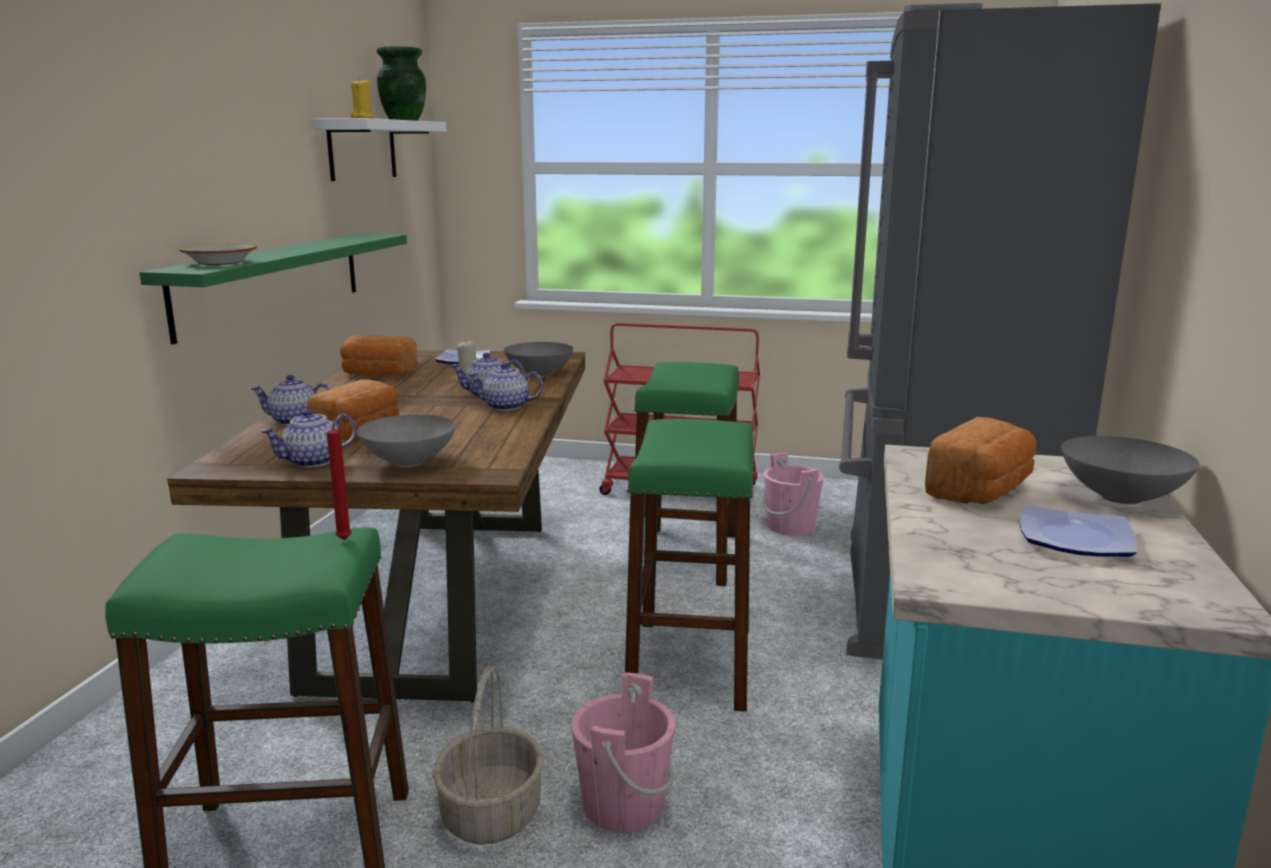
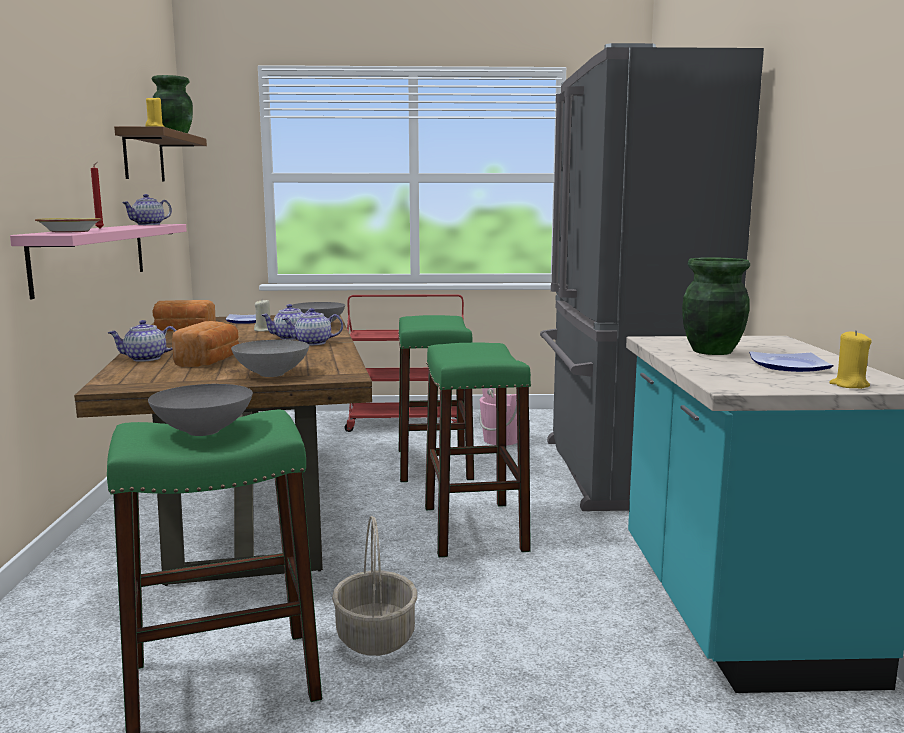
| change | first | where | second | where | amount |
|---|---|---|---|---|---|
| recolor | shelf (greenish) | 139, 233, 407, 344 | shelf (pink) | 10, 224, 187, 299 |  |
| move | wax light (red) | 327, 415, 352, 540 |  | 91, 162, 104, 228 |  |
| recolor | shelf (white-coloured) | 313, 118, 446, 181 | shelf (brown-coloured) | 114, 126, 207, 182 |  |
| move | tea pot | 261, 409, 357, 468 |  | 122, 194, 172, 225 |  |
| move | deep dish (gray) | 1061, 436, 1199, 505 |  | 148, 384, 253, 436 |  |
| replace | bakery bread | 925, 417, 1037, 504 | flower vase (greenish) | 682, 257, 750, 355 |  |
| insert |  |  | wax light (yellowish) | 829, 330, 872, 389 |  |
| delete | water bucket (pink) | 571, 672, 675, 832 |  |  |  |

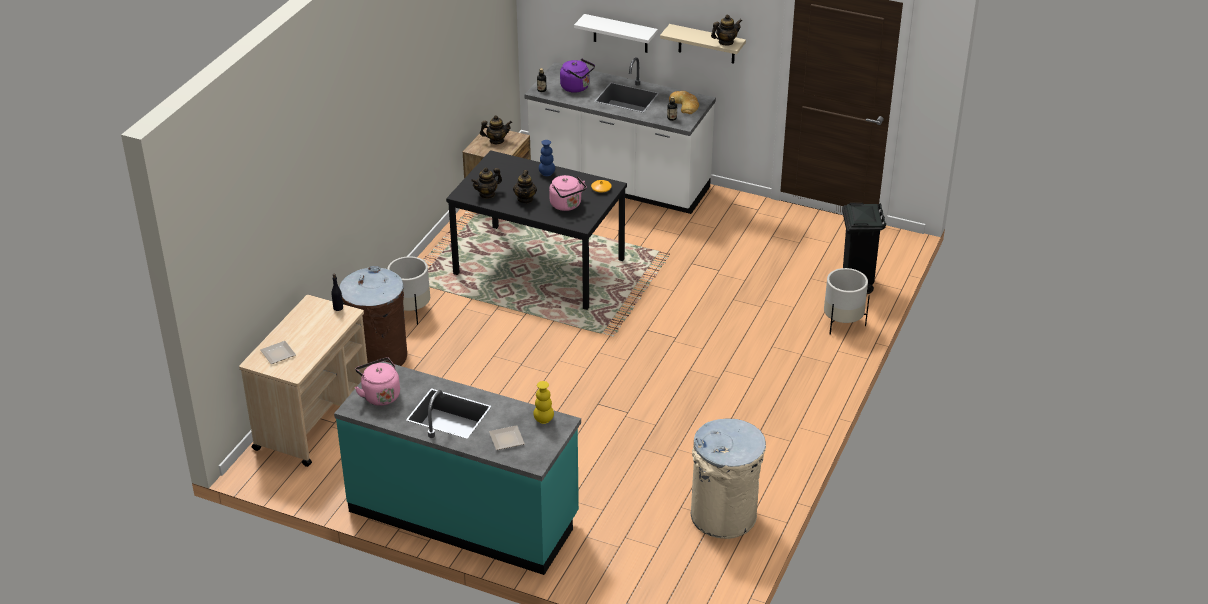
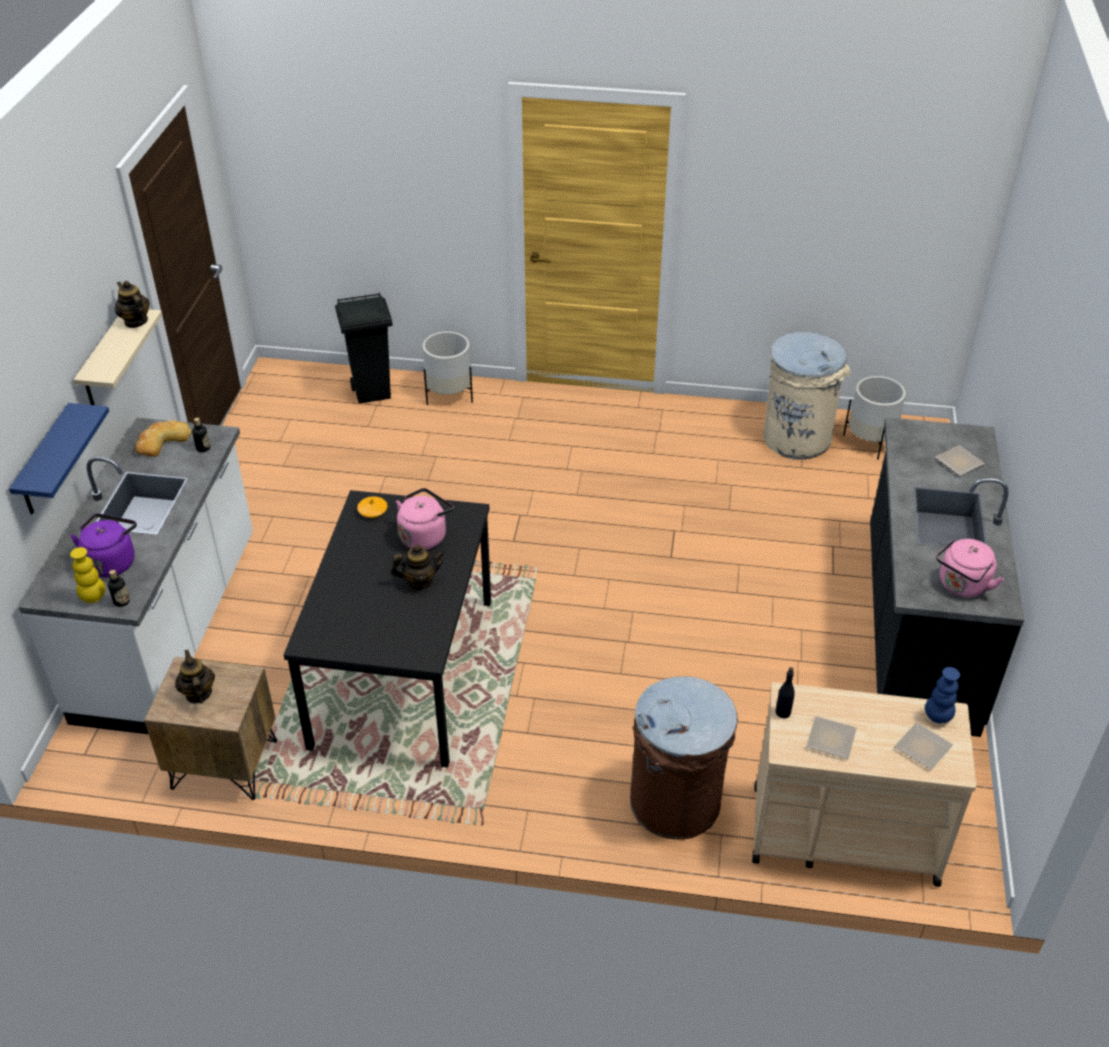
| change | first | where | second | where | amount |
|---|---|---|---|---|---|
| recolor | shelf (white-coloured) | 574, 14, 658, 53 | shelf (blue-coloured) | 9, 403, 109, 514 |  |
| move | flower vase (yellowish) | 533, 381, 554, 424 |  | 70, 547, 105, 603 |  |
| insert |  |  | flat dish | 806, 716, 857, 759 |  |
| move | flower pot (white-coloured) | 387, 256, 430, 325 |  | 843, 376, 906, 460 |  |
| recolor | counter (blue-green) | 334, 361, 581, 575 | counter (black) | 870, 417, 1024, 737 |  |
| move | flower vase (blue-coloured) | 539, 140, 555, 176 |  | 925, 667, 960, 724 |  |
| delete | tea pot | 471, 167, 502, 199 |  |  |  |

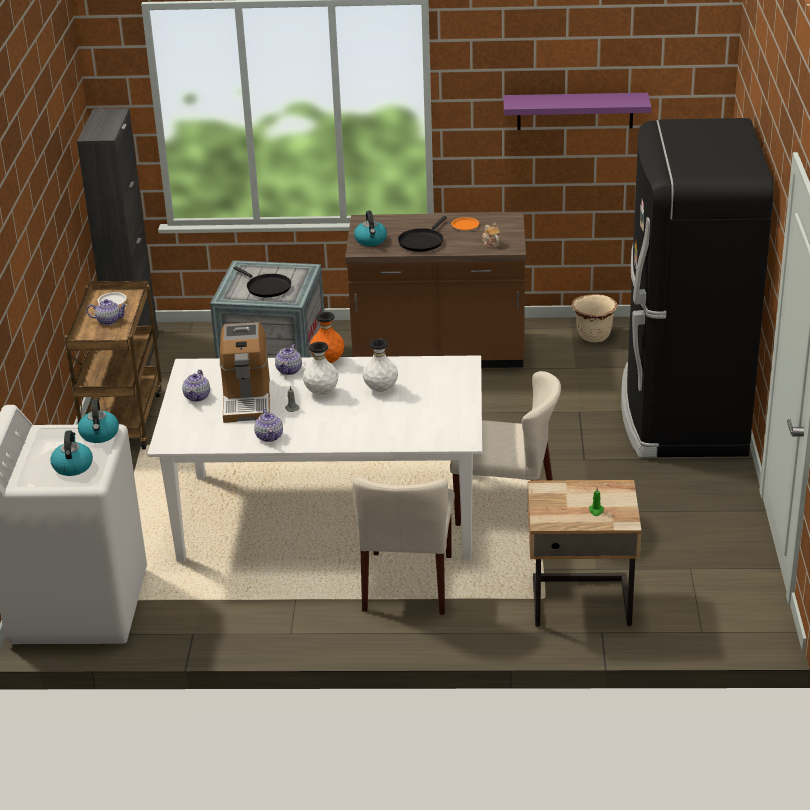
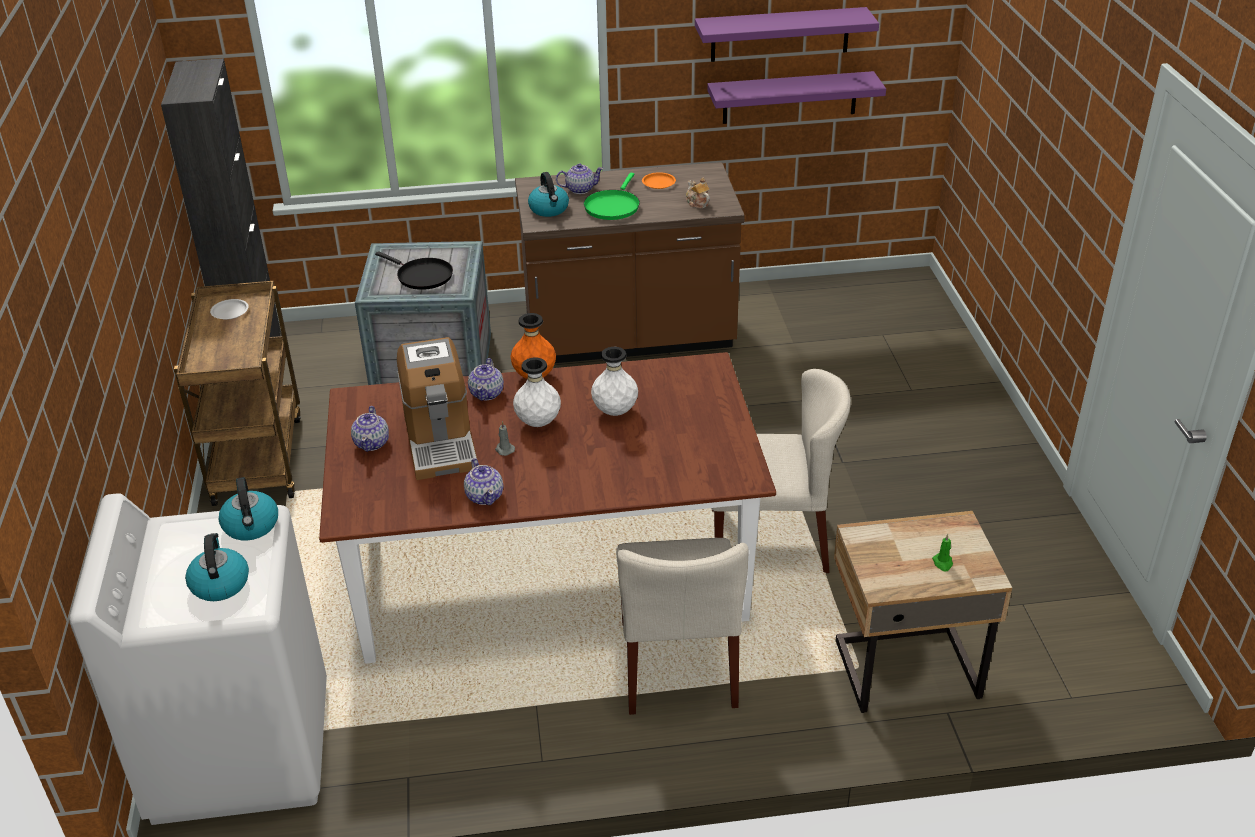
| change | first | where | second | where | amount |
|---|---|---|---|---|---|
| recolor | dining table (white-coloured) | 147, 355, 482, 562 | dining table (brown-coloured) | 319, 352, 776, 664 |  |
| move | tea pot | 86, 299, 128, 325 |  | 556, 163, 604, 194 |  |
| recolor | frying pan (black) | 398, 216, 447, 252 | frying pan (greenish) | 584, 173, 640, 220 |  |
| insert |  |  | shelf (purple-coloured) | 707, 71, 886, 124 |  |
| delete | flower pot (beige) | 572, 294, 617, 343 |  |  |  |
| delete | refrigerator (black) | 621, 118, 774, 457 |  |  |  |

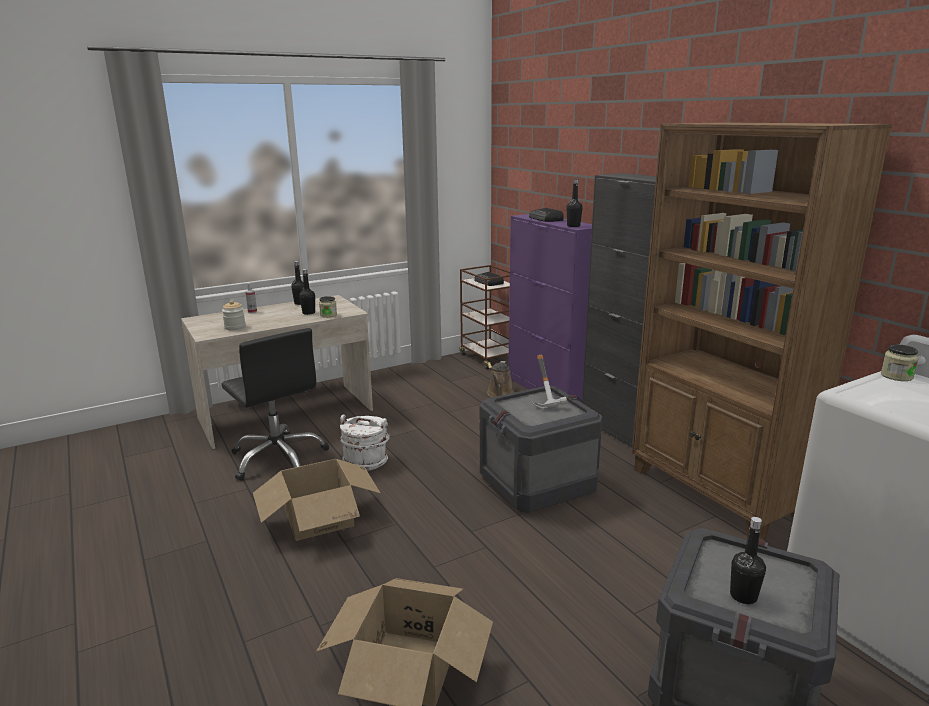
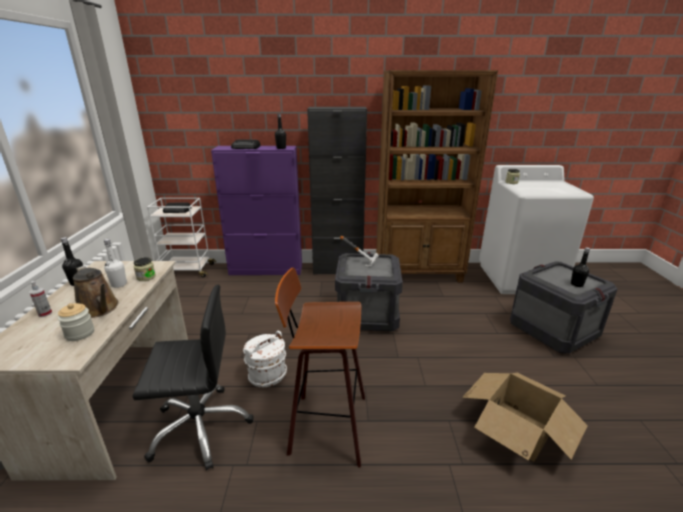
| change | first | where | second | where | amount |
|---|---|---|---|---|---|
| move | sprinkling can (brown-coloured) | 487, 361, 514, 397 |  | 73, 266, 119, 318 |  |
| recolor | drink bottle (black) | 299, 269, 315, 315 | drink bottle (white-coloured) | 104, 239, 127, 288 |  |
| recolor | wheeled cart (brown-coloured) | 460, 265, 510, 370 | wheeled cart (white-coloured) | 147, 198, 216, 278 |  |
| replace | carton | 253, 459, 381, 541 | stool seat | 275, 268, 365, 468 |  |

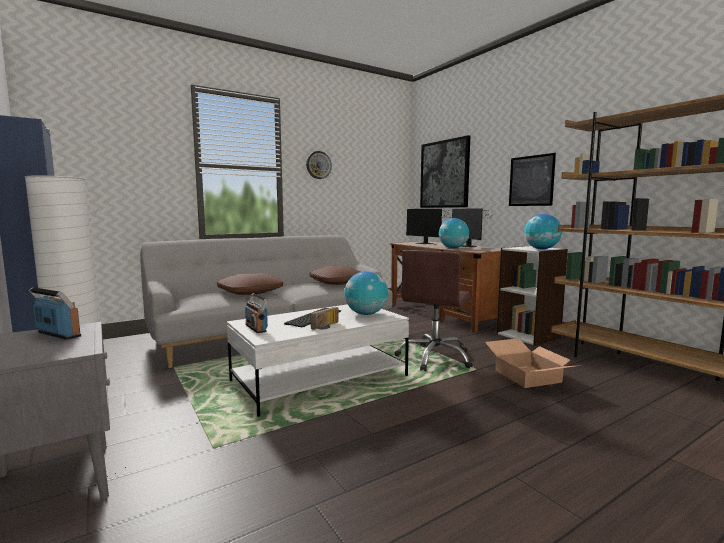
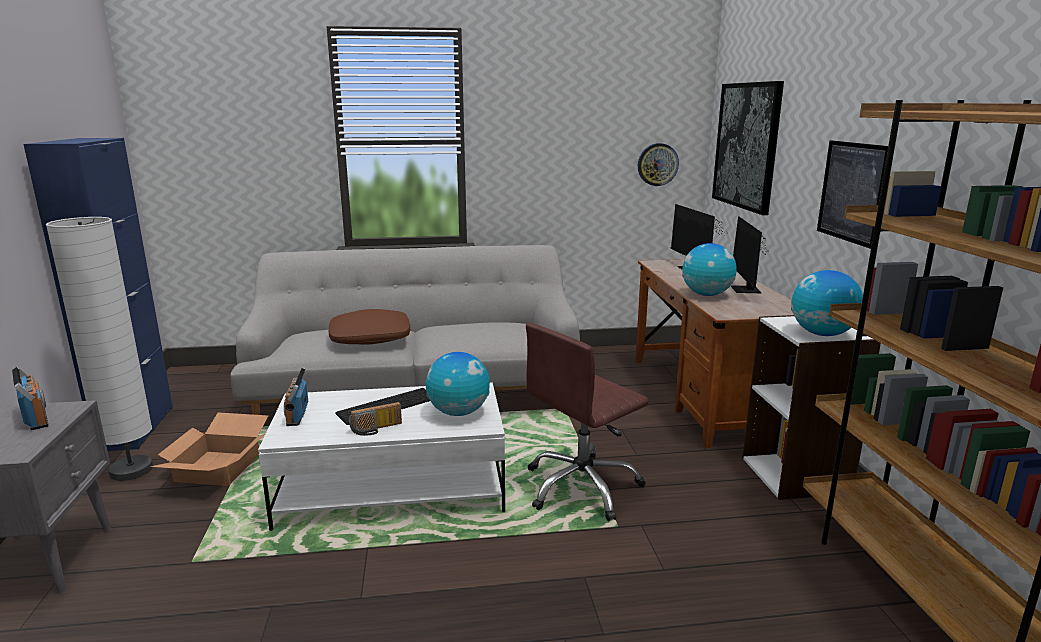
| change | first | where | second | where | amount |
|---|---|---|---|---|---|
| move | carton | 485, 338, 581, 388 |  | 150, 412, 268, 486 |  |
| move | hanging clock | 306, 151, 332, 179 |  | 638, 143, 679, 186 |  |
| delete | cushion (brown-coloured) | 309, 266, 361, 285 |  |  |  |

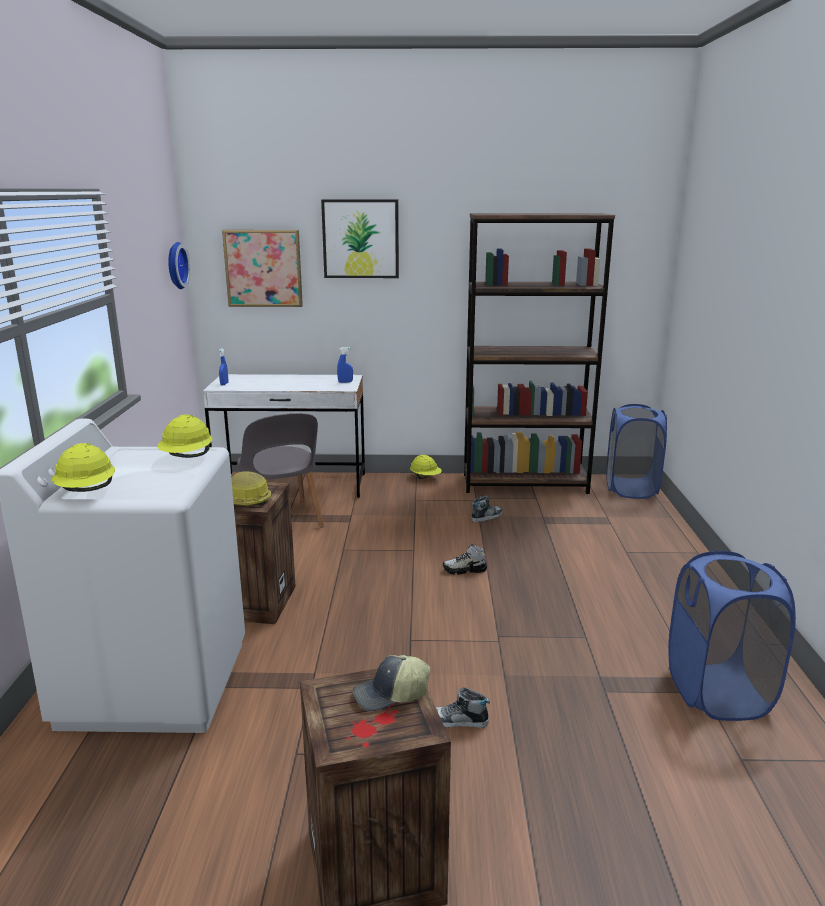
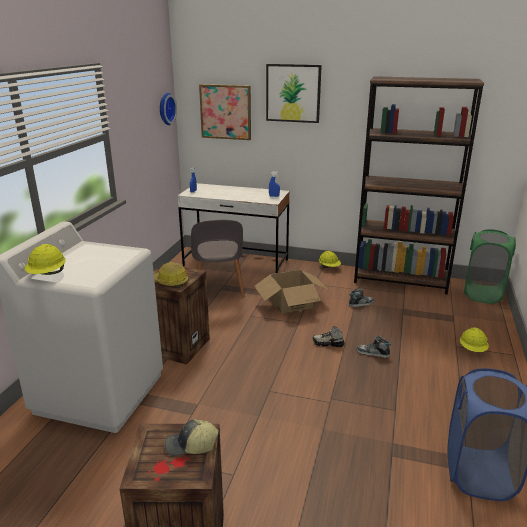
| change | first | where | second | where | amount |
|---|---|---|---|---|---|
| insert |  |  | carton | 254, 270, 329, 313 |  |
| move | shoe | 436, 687, 490, 728 |  | 357, 336, 391, 358 |  |
| move | hard hat (yellowish) | 158, 415, 213, 458 |  | 460, 328, 489, 352 |  |
| recolor | washing basket (blue-coloured) | 606, 404, 667, 499 | washing basket (greenish) | 464, 229, 516, 304 |  |

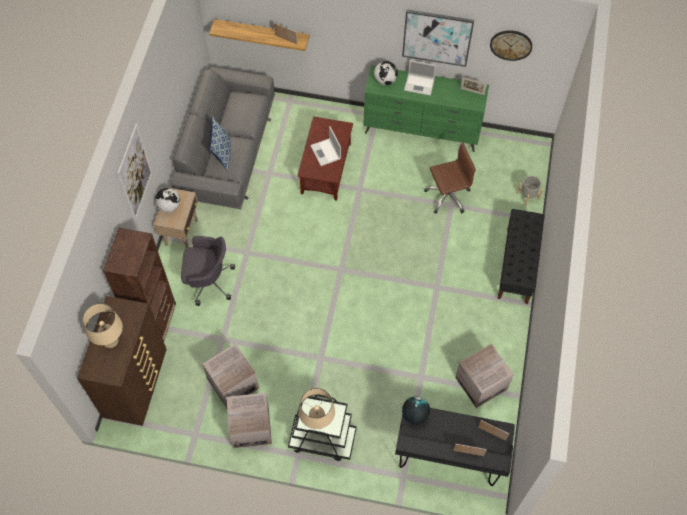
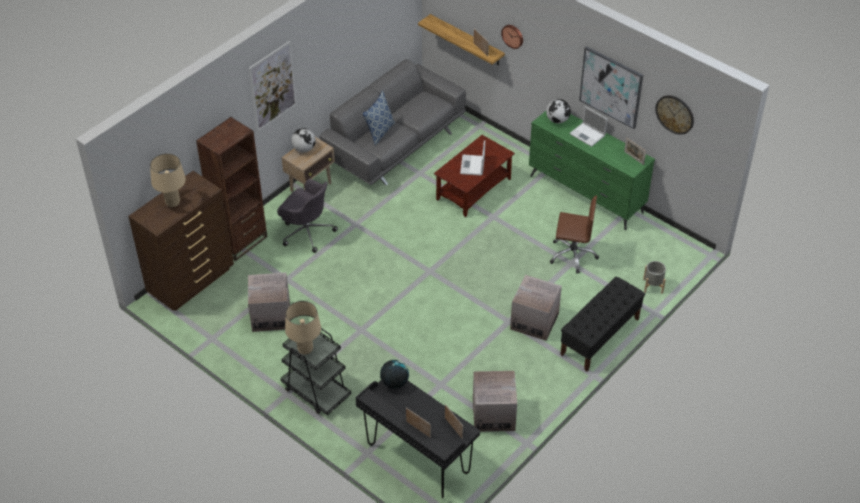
| change | first | where | second | where | amount |
|---|---|---|---|---|---|
| insert |  |  | hanging clock | 501, 25, 523, 49 |  |
| move | carton | 227, 393, 272, 448 |  | 510, 275, 562, 341 |  |

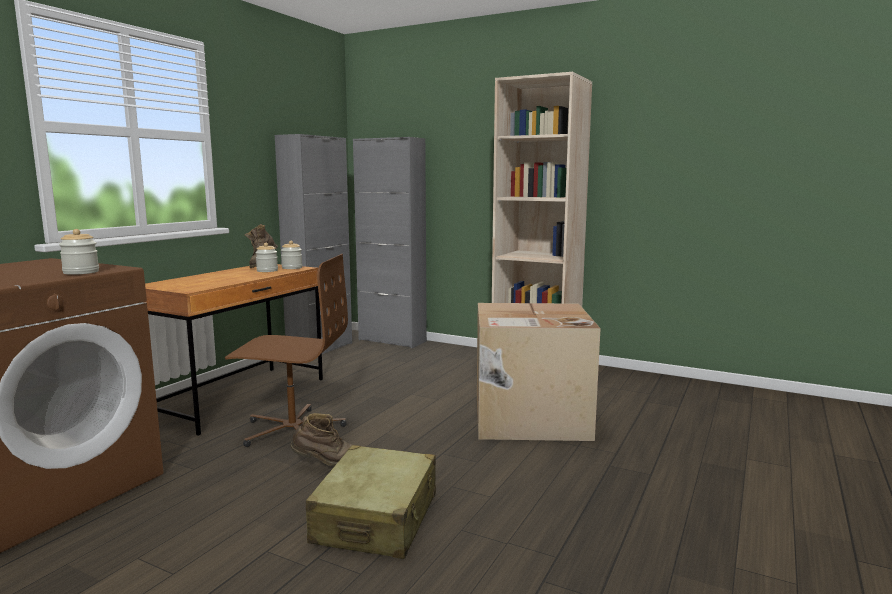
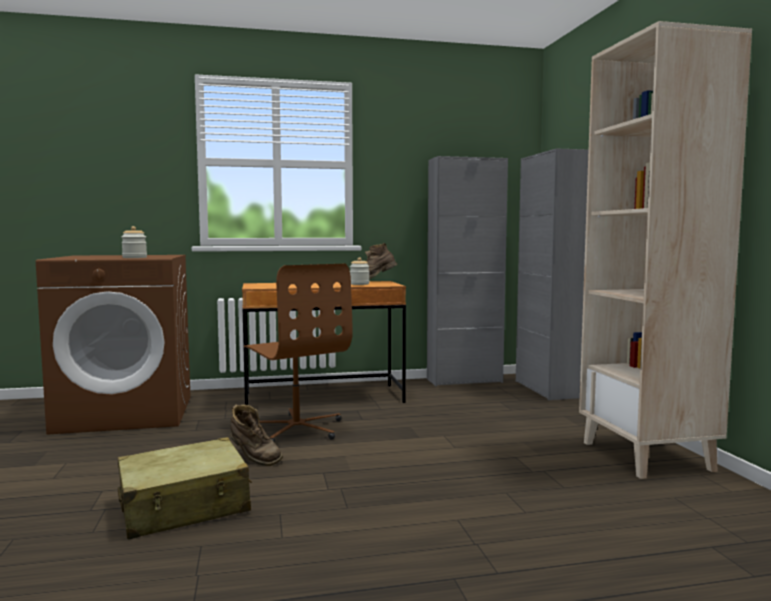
| change | first | where | second | where | amount |
|---|---|---|---|---|---|
| delete | storage jar | 281, 241, 302, 269 |  |  |  |
| delete | carton | 477, 303, 601, 441 |  |  |  |

